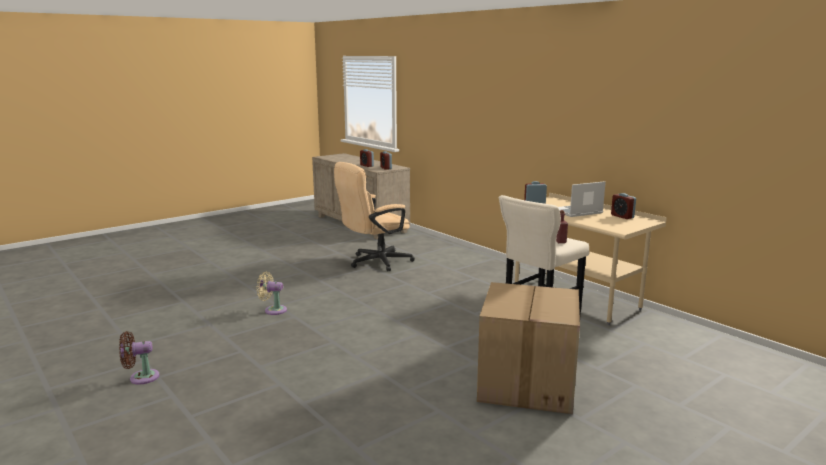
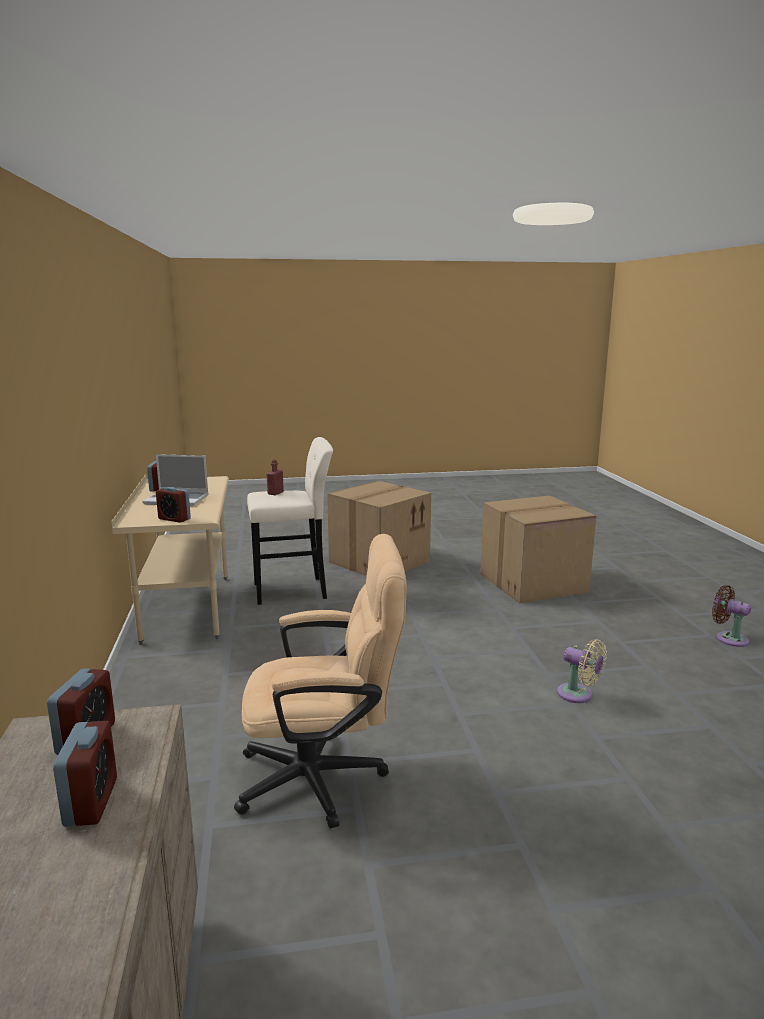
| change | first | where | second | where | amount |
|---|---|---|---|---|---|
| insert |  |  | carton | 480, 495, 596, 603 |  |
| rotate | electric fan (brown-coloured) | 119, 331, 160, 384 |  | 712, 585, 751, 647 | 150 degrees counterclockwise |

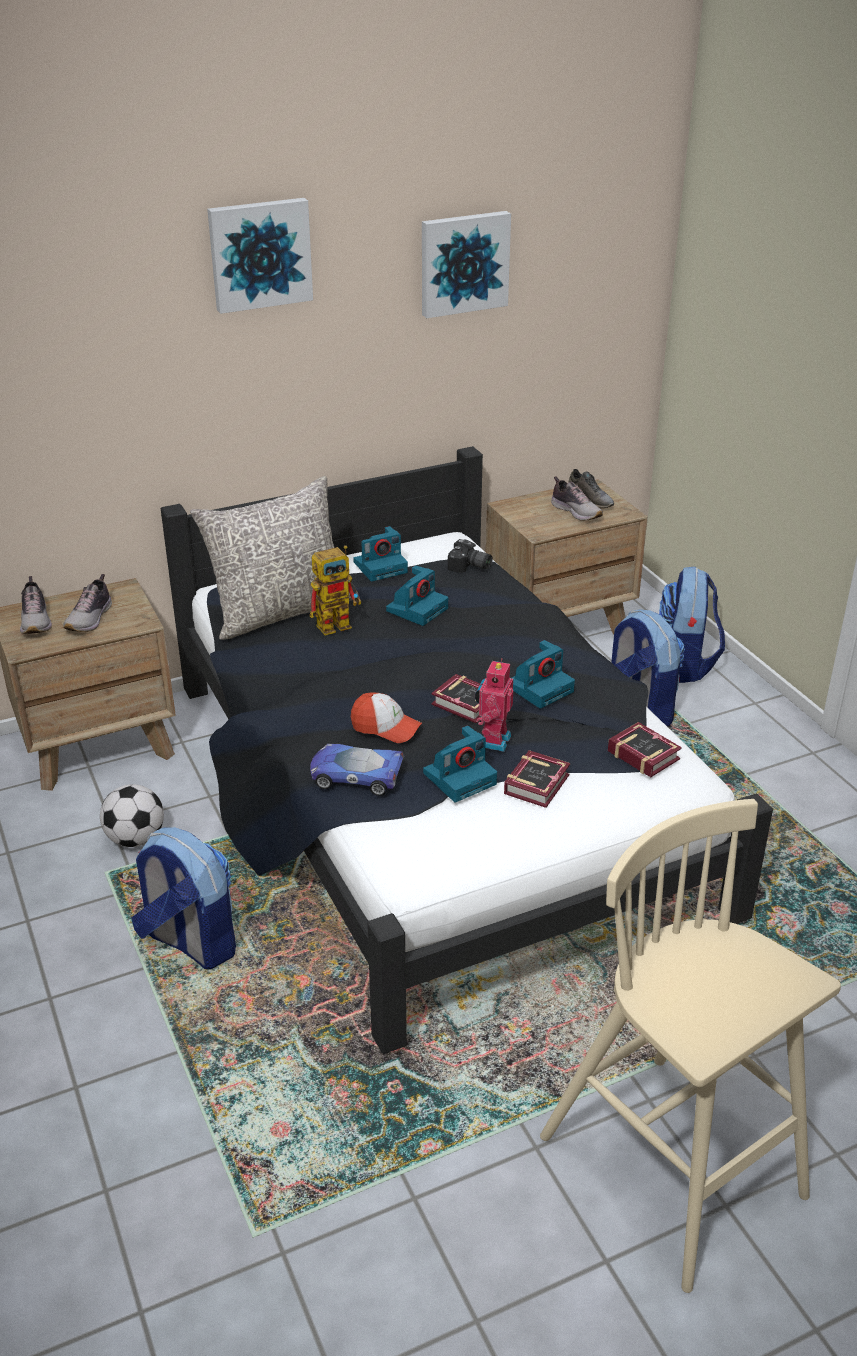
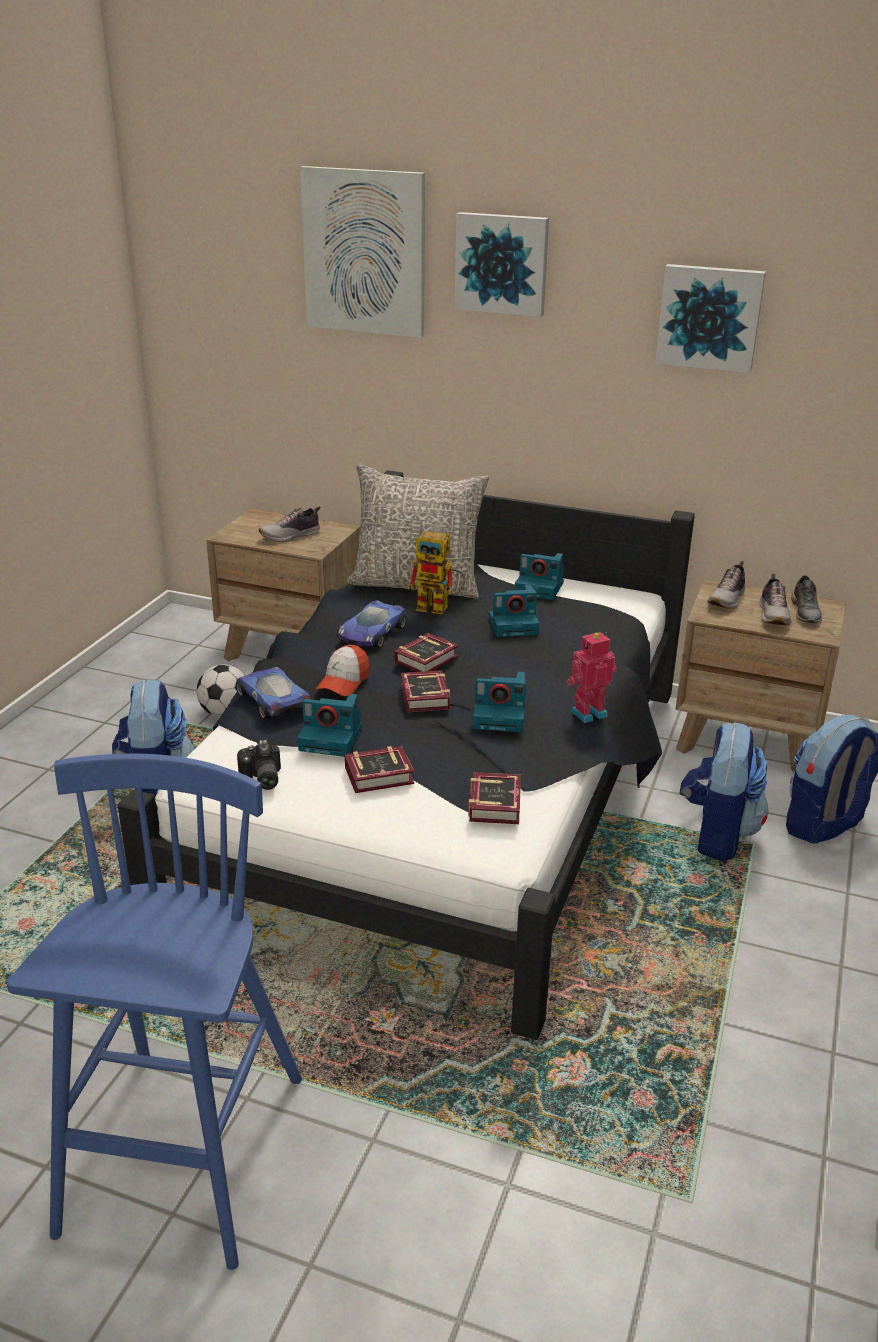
| change | first | where | second | where | amount |
|---|---|---|---|---|---|
| recolor | stool seat (beige) | 540, 799, 841, 1293 | stool seat (blue-coloured) | 7, 754, 302, 1270 |  |
| move | still camera | 448, 539, 493, 573 |  | 237, 739, 281, 790 |  |
| insert |  |  | picture | 300, 166, 425, 338 |  |
| rotate | baseball cap | 351, 692, 422, 743 |  | 316, 645, 370, 696 | 45 degrees clockwise |
| insert |  |  | toy car | 337, 600, 407, 648 |  |
| insert |  |  | volume | 394, 633, 458, 672 |  |
| move | model robot | 475, 658, 513, 752 |  | 566, 632, 617, 723 |  |
| move | shoe | 20, 576, 52, 634 |  | 707, 561, 745, 609 |  |

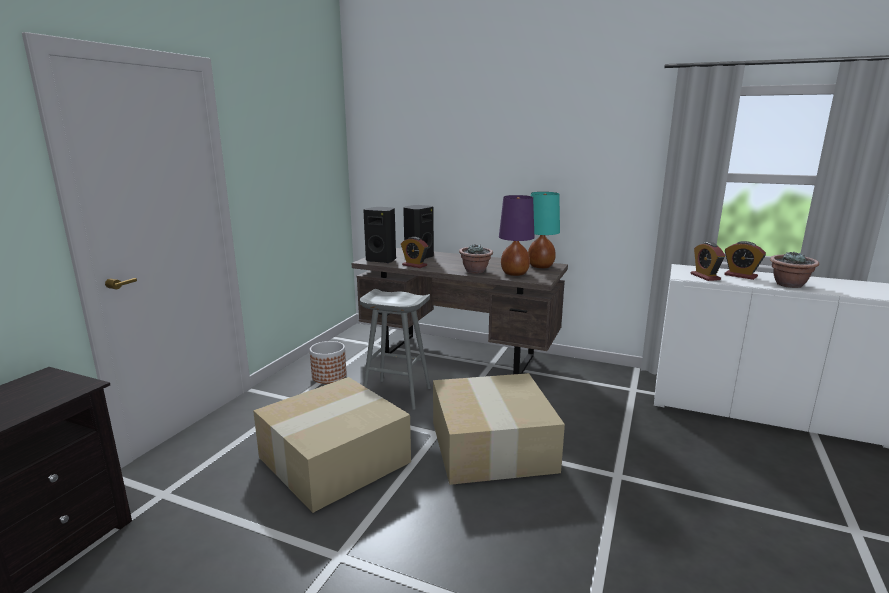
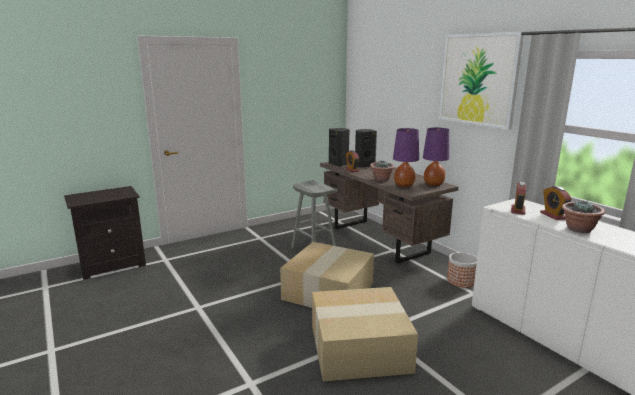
| change | first | where | second | where | amount |
|---|---|---|---|---|---|
| move | carton | 253, 377, 411, 513 |  | 312, 287, 418, 382 |  |
| recolor | lamp for a table (blue-green) | 528, 192, 560, 268 | lamp for a table (purple-coloured) | 423, 128, 449, 186 |  |
| insert |  |  | picture | 439, 32, 524, 130 |  |
| move | flower pot | 310, 341, 347, 384 |  | 447, 252, 477, 288 |  |

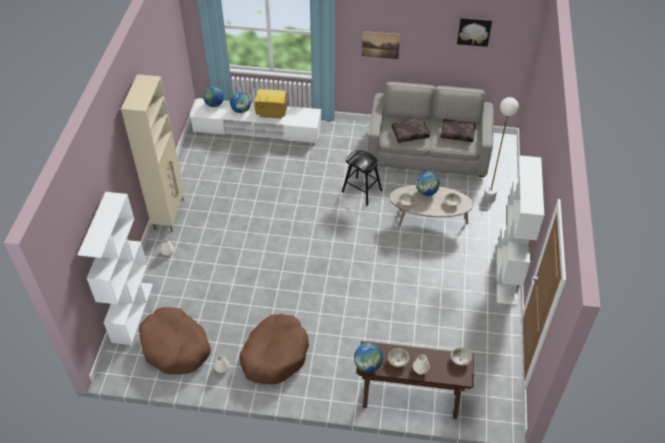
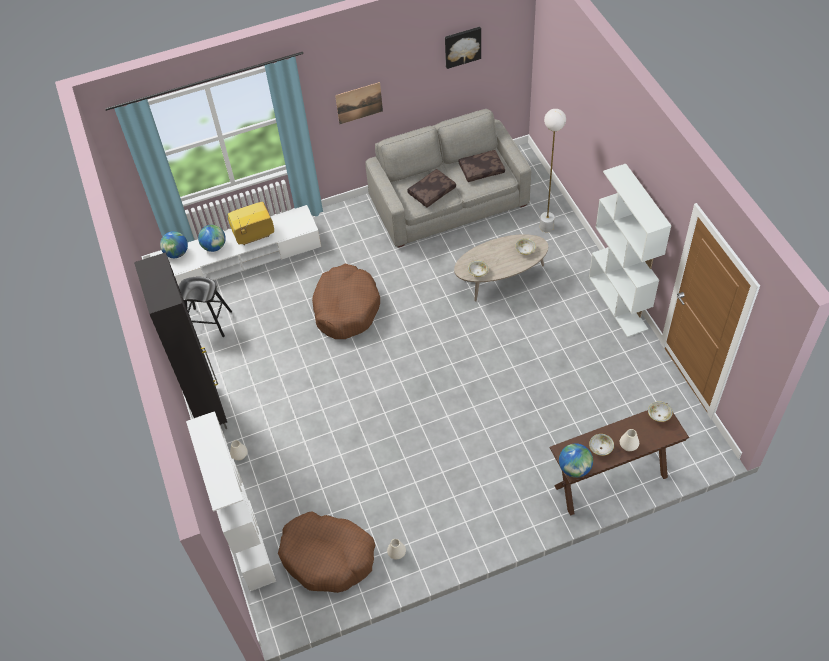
| change | first | where | second | where | amount |
|---|---|---|---|---|---|
| recolor | storage cabinet (beige) | 121, 74, 184, 232 | storage cabinet (black) | 134, 252, 227, 429 |  |
| move | stool seat (black) | 342, 150, 382, 206 |  | 179, 277, 232, 337 |  |
| move | dog cushion (brown-coloured) | 239, 314, 309, 385 |  | 312, 264, 380, 339 |  |
| delete | world globe | 416, 173, 440, 196 |  |  |  |

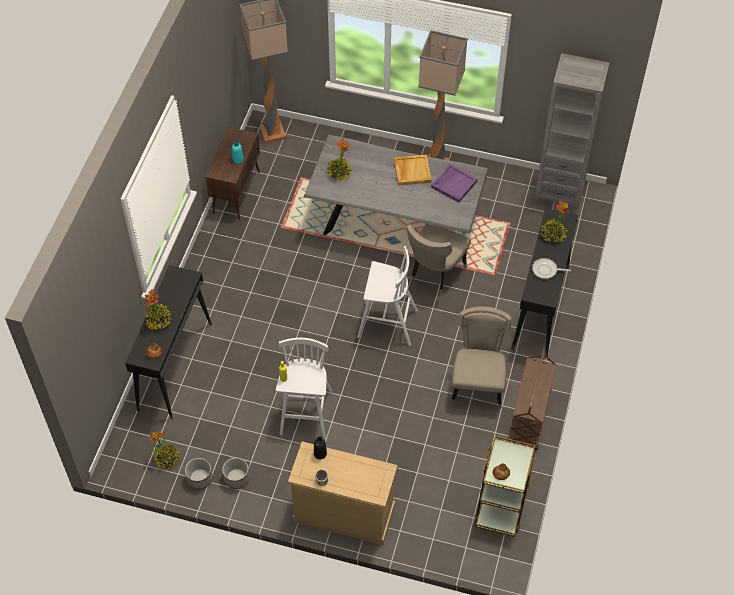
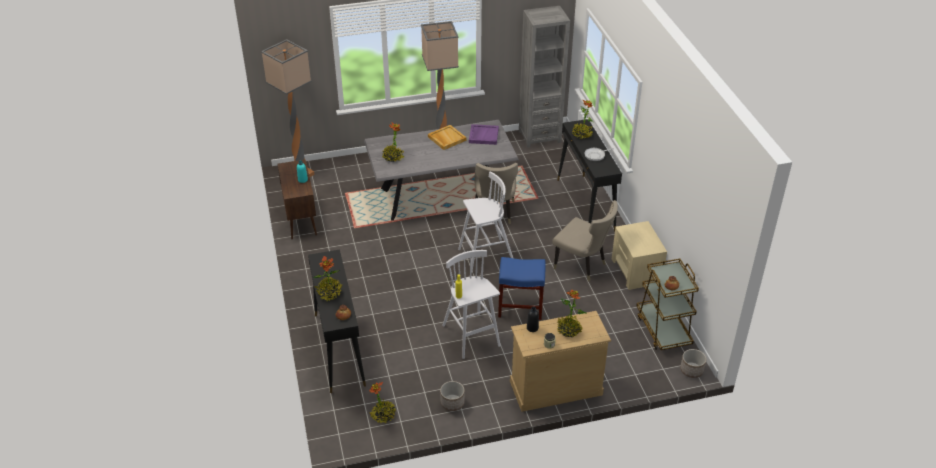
| change | first | where | second | where | amount |
|---|---|---|---|---|---|
| insert |  |  | stool seat (blue-coloured) | 498, 257, 546, 320 |  |
| rotate | upright chair (beige) | 450, 306, 512, 408 |  | 552, 200, 618, 281 | 150 degrees clockwise |
| insert |  |  | potted plant | 557, 290, 587, 337 |  |
| replace | wheeled cart (brown-coloured) | 508, 349, 557, 450 | bedside table (beige) | 612, 221, 667, 290 |  |
| move | flower pot | 185, 458, 213, 490 |  | 680, 349, 706, 378 |  |

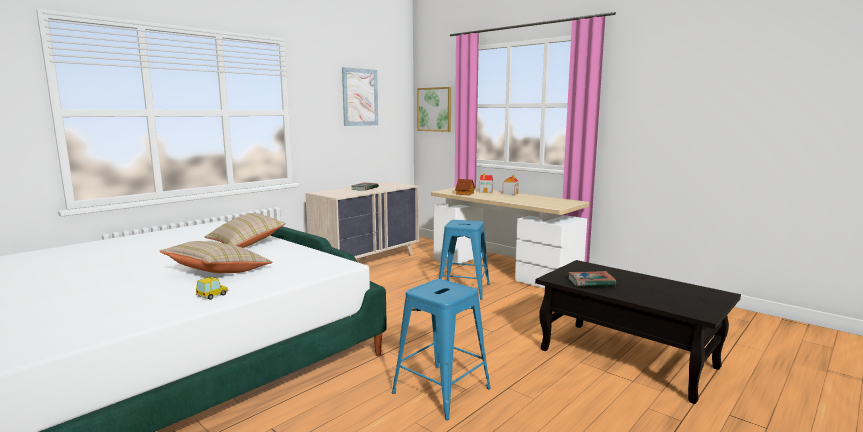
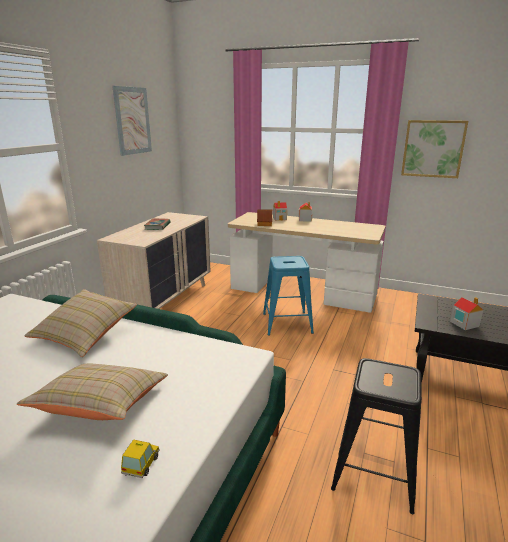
| change | first | where | second | where | amount |
|---|---|---|---|---|---|
| recolor | stool seat (blue-coloured) | 392, 279, 491, 420 | stool seat (black) | 331, 358, 422, 514 |  |
| move | picture | 417, 87, 451, 132 |  | 401, 120, 468, 178 |  |
| replace | volume | 568, 271, 616, 287 | model house | 450, 297, 483, 330 |  |

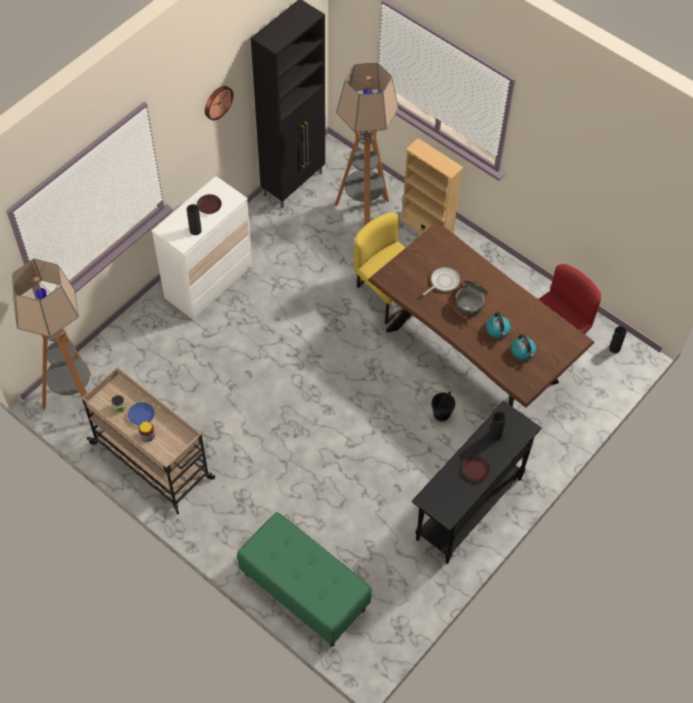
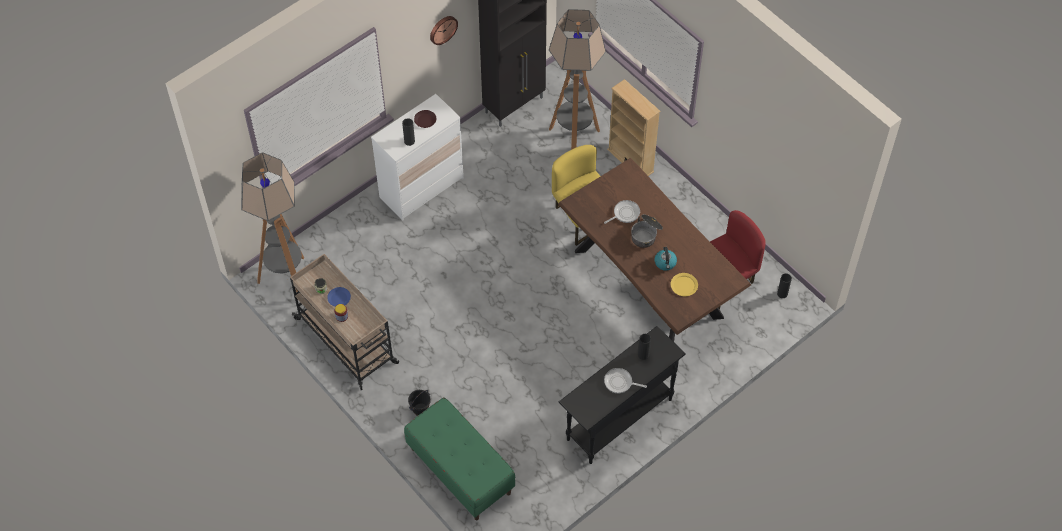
| change | first | where | second | where | amount |
|---|---|---|---|---|---|
| move | water bucket (black) | 431, 392, 456, 421 |  | 408, 390, 431, 416 |  |
| replace | flat dish (brown-coloured) | 463, 456, 490, 481 | frying pan | 604, 368, 647, 393 |  |
| replace | water kettle | 511, 334, 536, 360 | flat dish (yellowish) | 671, 273, 698, 296 |  |

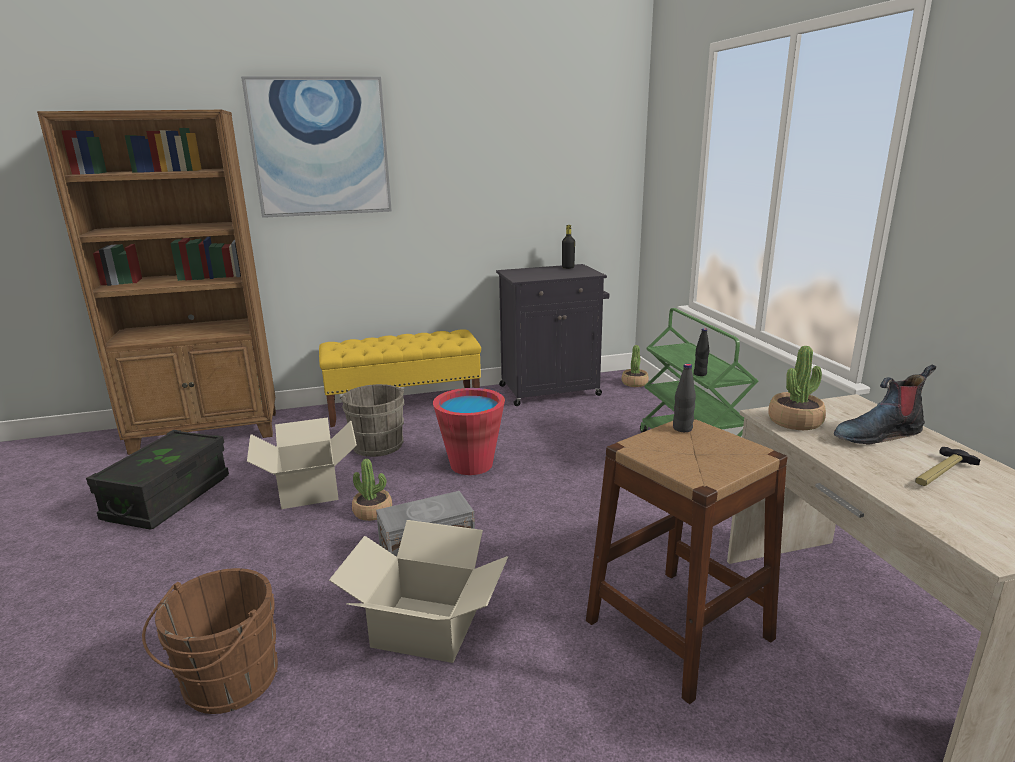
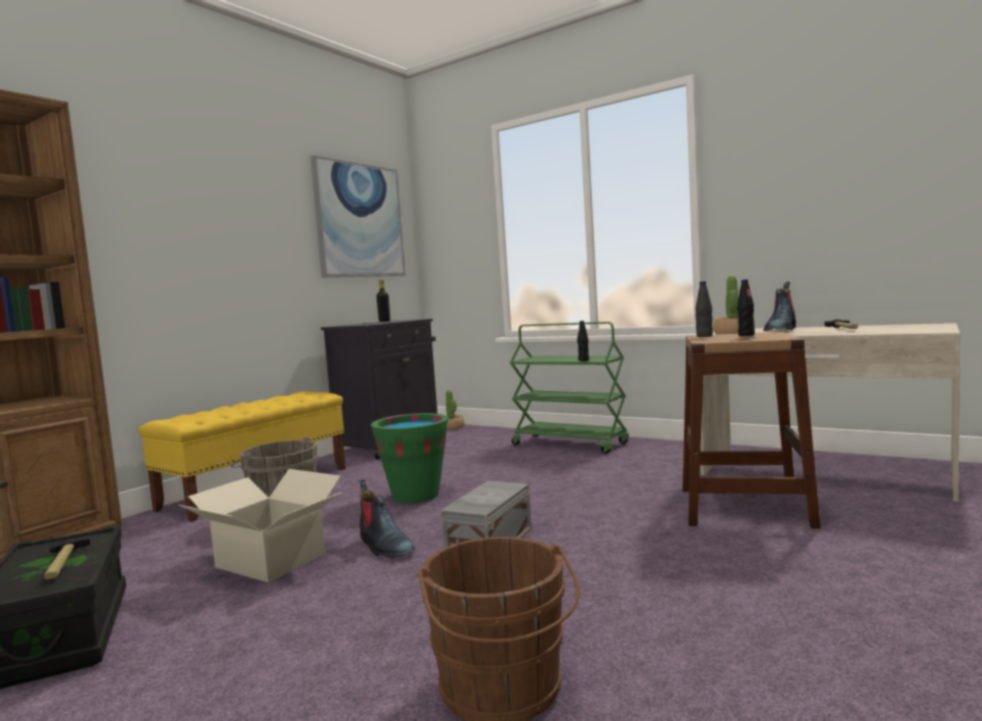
| change | first | where | second | where | amount |
|---|---|---|---|---|---|
| insert |  |  | hammer | 44, 538, 90, 580 |  |
| move | picture | 241, 76, 392, 218 |  | 310, 155, 406, 277 |  |
| replace | potted plant | 352, 459, 392, 521 | boot | 359, 480, 415, 559 |  |
| recolor | water bucket (red) | 433, 388, 505, 475 | water bucket (greenish) | 371, 413, 448, 503 |  |
| insert |  |  | drink bottle (black) | 737, 279, 755, 336 |  |
| delete | carton | 329, 520, 508, 663 |  |  |  |

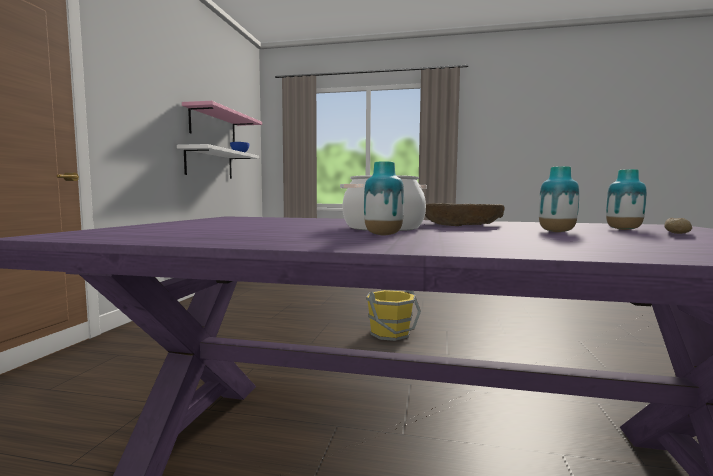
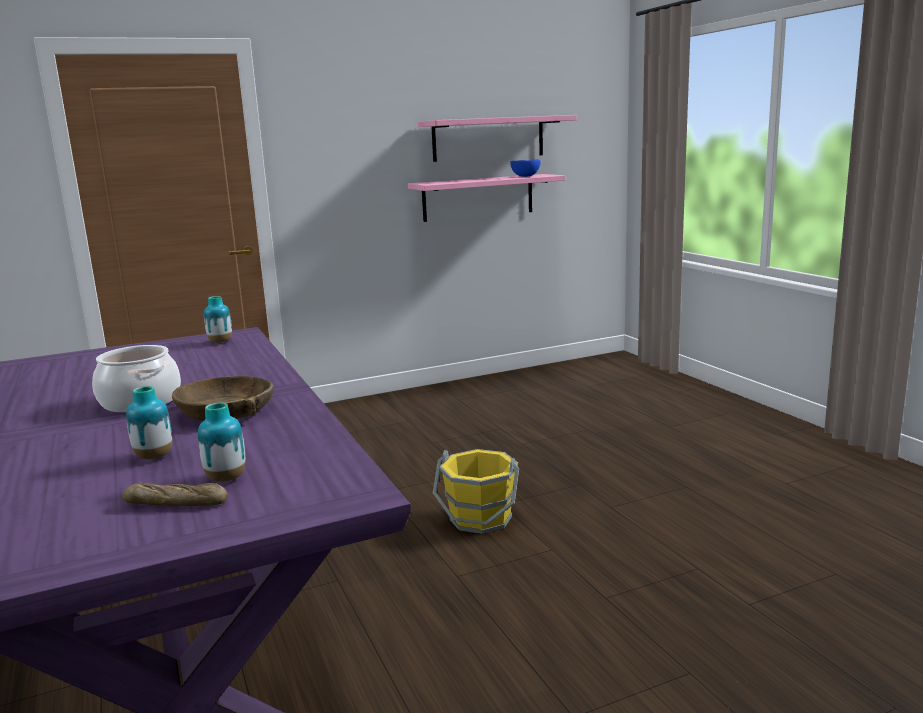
| change | first | where | second | where | amount |
|---|---|---|---|---|---|
| move | flower vase | 364, 161, 404, 235 |  | 204, 296, 232, 343 |  |
| recolor | shelf (white-coloured) | 177, 144, 259, 179 | shelf (pink) | 408, 174, 565, 222 |  |

